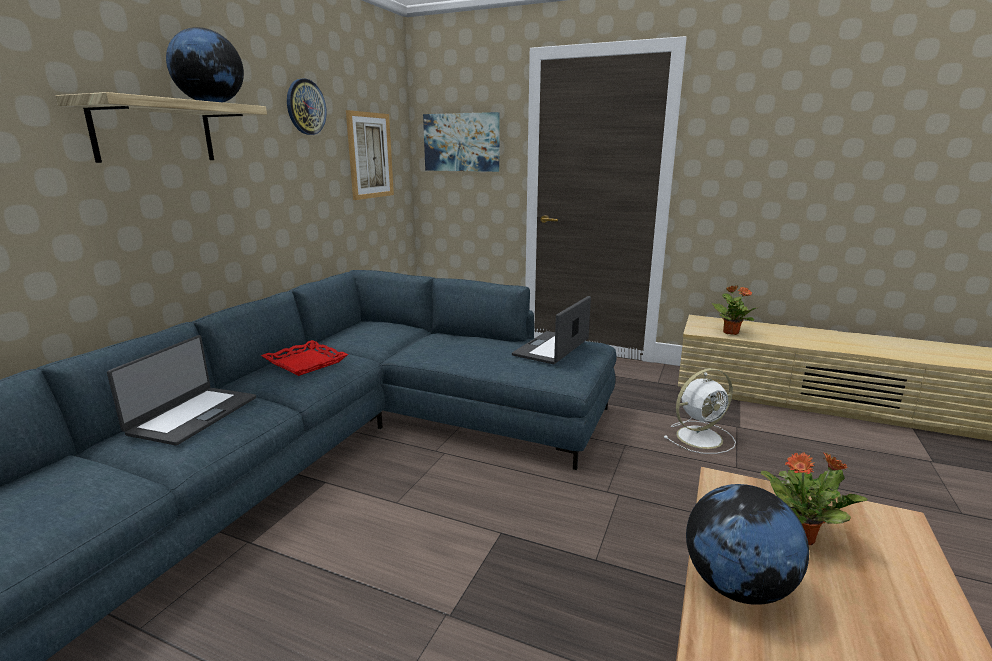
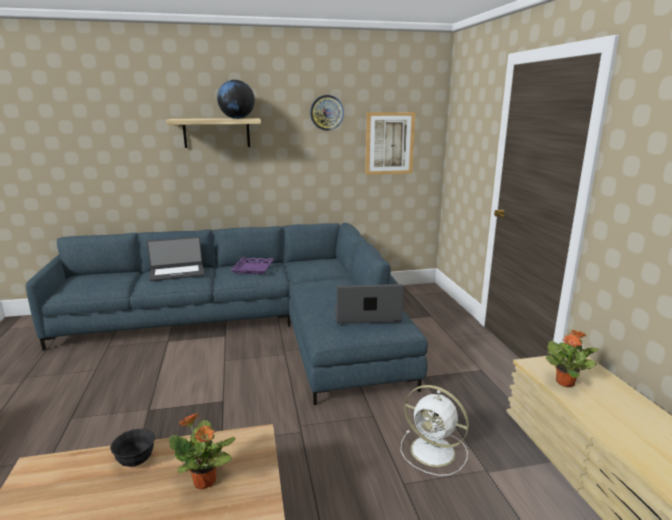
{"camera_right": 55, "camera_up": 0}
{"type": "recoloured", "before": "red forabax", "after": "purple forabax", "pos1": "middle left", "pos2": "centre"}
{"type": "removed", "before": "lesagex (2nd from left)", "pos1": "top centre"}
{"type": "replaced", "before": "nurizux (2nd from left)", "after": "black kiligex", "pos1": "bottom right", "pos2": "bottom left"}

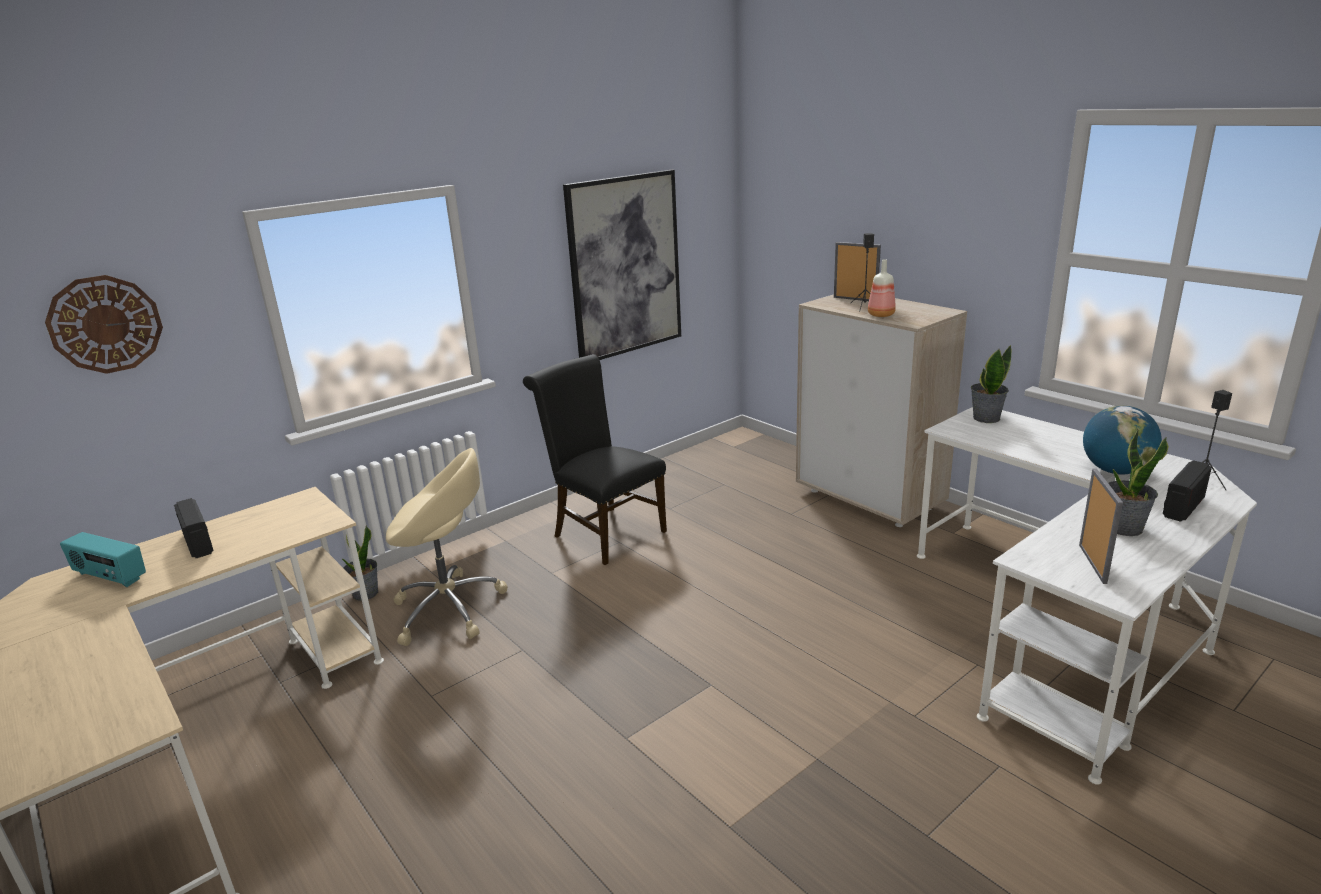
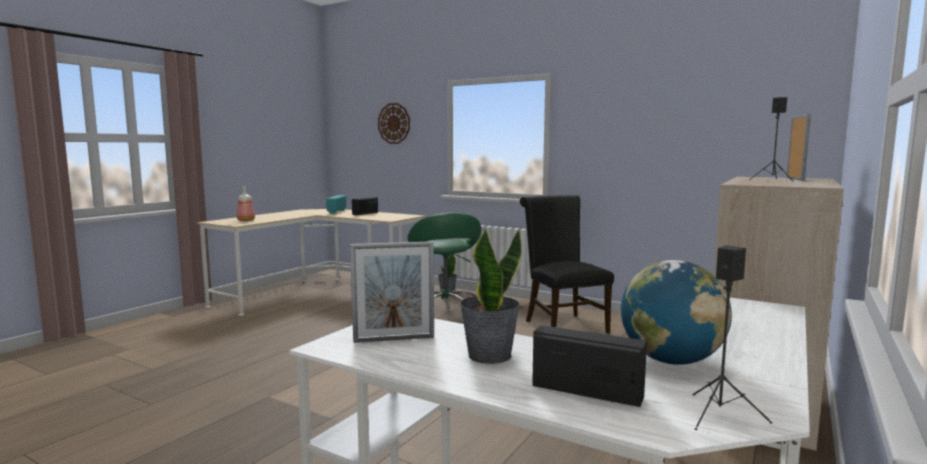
{"camera_right": 70, "camera_up": -15}
{"type": "recoloured", "before": "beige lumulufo", "after": "green lumulufo", "pos1": "centre", "pos2": "centre"}
{"type": "turned", "before": "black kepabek", "pos1": "centre", "pos2": "centre", "turn": -45}
{"type": "removed", "before": "lesagex", "pos1": "top centre"}
{"type": "moved", "before": "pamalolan", "pos1": "top right", "pos2": "middle left"}
{"type": "removed", "before": "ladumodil (2nd from left)", "pos1": "middle right"}

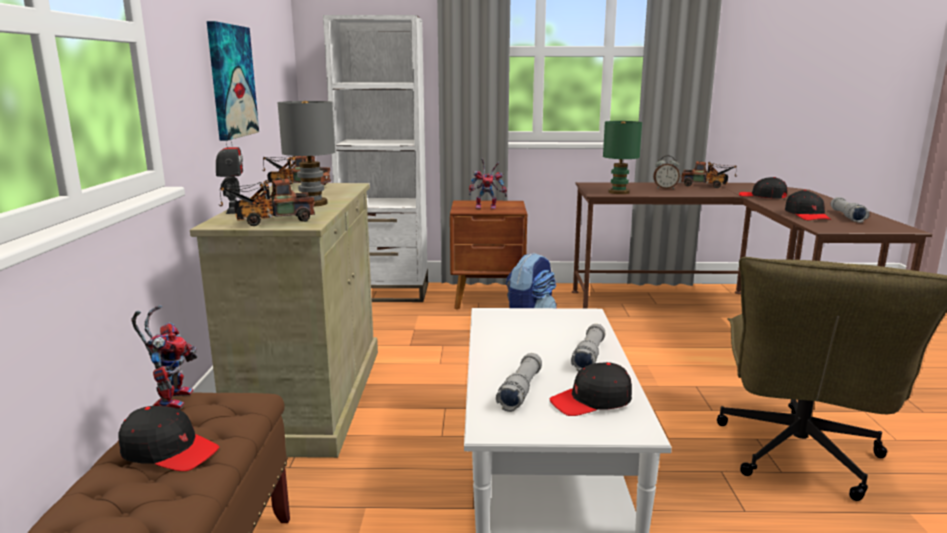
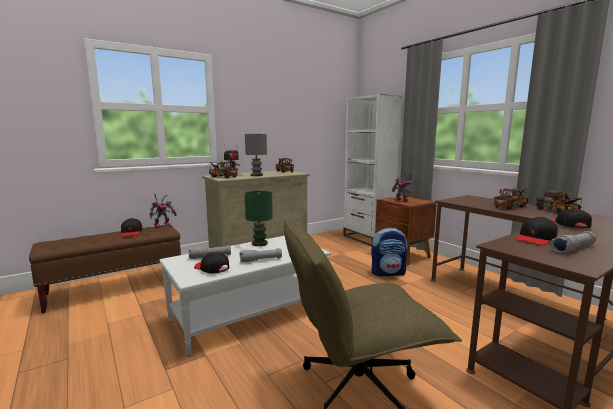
{"camera_right": 55, "camera_up": -5}
{"type": "removed", "before": "lesagex", "pos1": "top left"}
{"type": "moved", "before": "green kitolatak", "pos1": "top centre", "pos2": "centre"}
{"type": "replaced", "before": "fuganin", "after": "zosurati (3rd from left)", "pos1": "top right", "pos2": "middle right"}

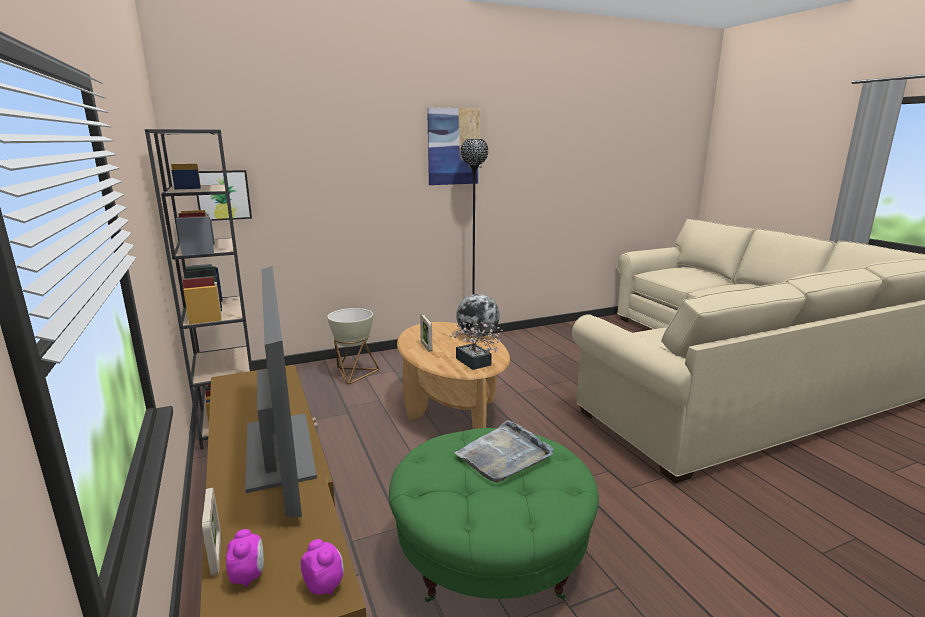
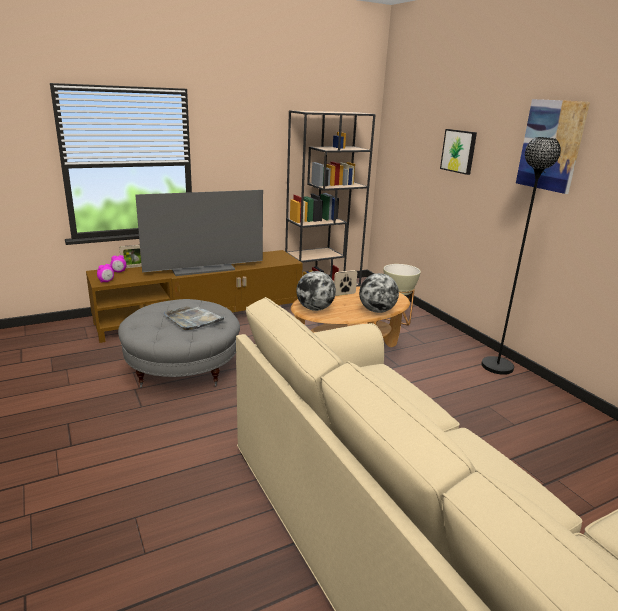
{"camera_right": 85, "camera_up": 5}
{"type": "moved", "before": "lesagex (1st from left)", "pos1": "top left", "pos2": "top right"}
{"type": "recoloured", "before": "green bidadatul", "after": "grey bidadatul", "pos1": "bottom centre", "pos2": "middle left"}
{"type": "replaced", "before": "ladumodil", "after": "nurizux (1st from left)", "pos1": "centre", "pos2": "centre"}

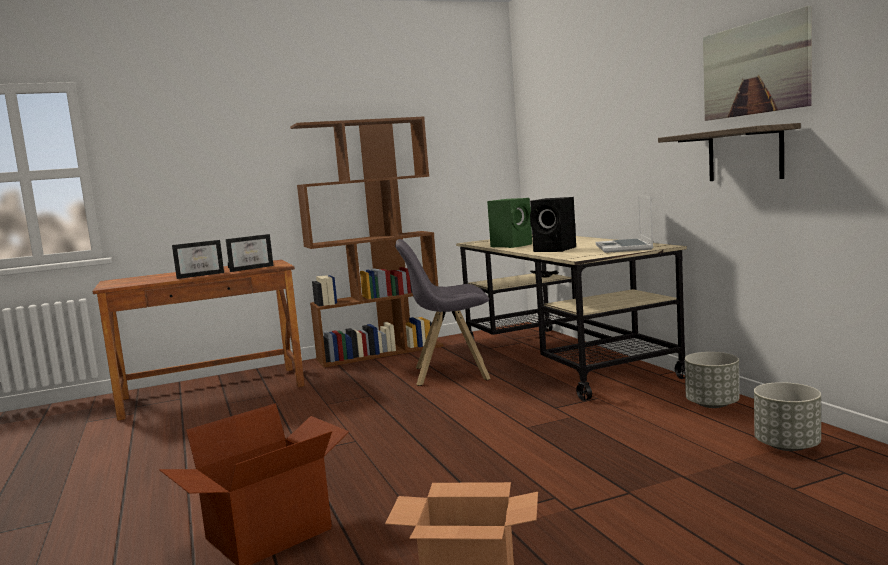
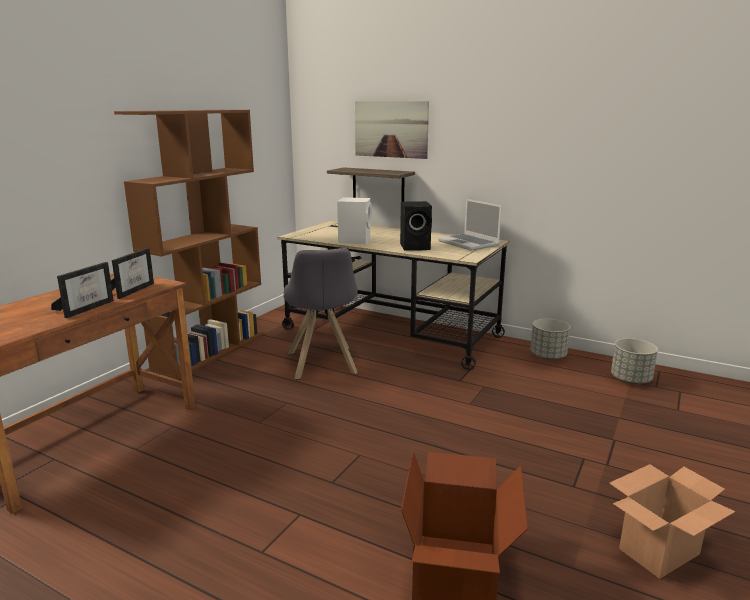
{"camera_right": -40, "camera_up": 10}
{"type": "turned", "before": "grey kepabek", "pos1": "centre", "pos2": "centre", "turn": -60}
{"type": "recoloured", "before": "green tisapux", "after": "white tisapux", "pos1": "centre", "pos2": "centre"}
{"type": "moved", "before": "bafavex", "pos1": "top right", "pos2": "top centre"}
{"type": "moved", "before": "lesagex", "pos1": "top right", "pos2": "top centre"}

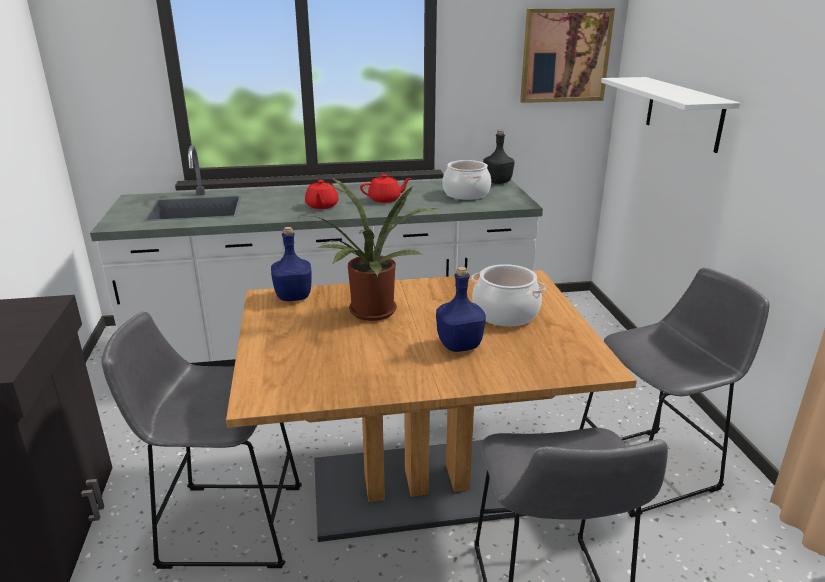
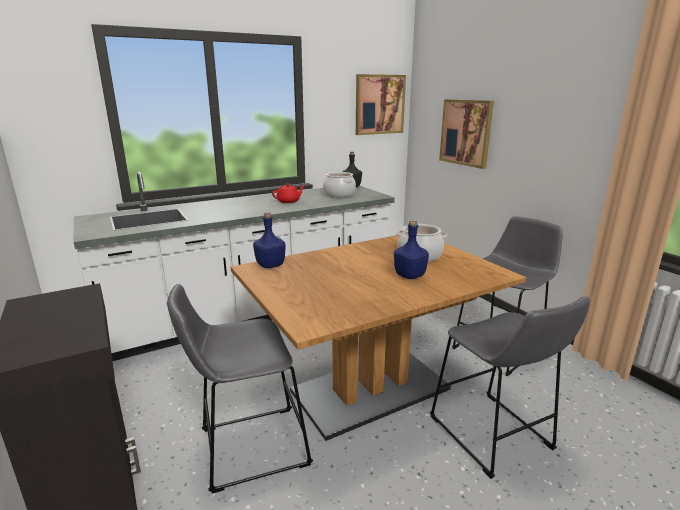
{"camera_right": -20, "camera_up": -5}
{"type": "removed", "before": "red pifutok (1st from left)", "pos1": "centre"}
{"type": "removed", "before": "ladumodil", "pos1": "centre"}
{"type": "replaced", "before": "white bafavex", "after": "lesagex (2nd from left)", "pos1": "top right", "pos2": "top right"}

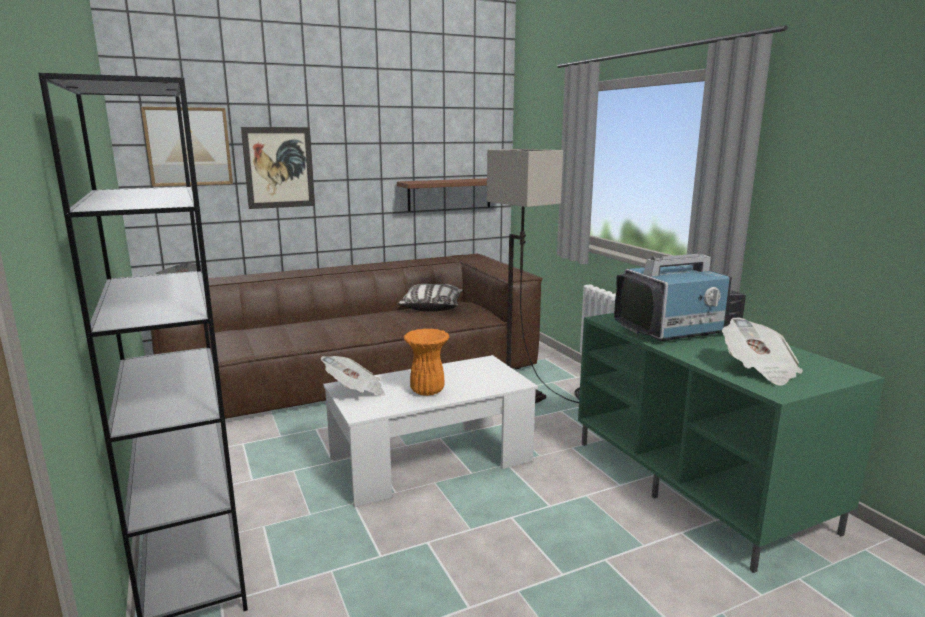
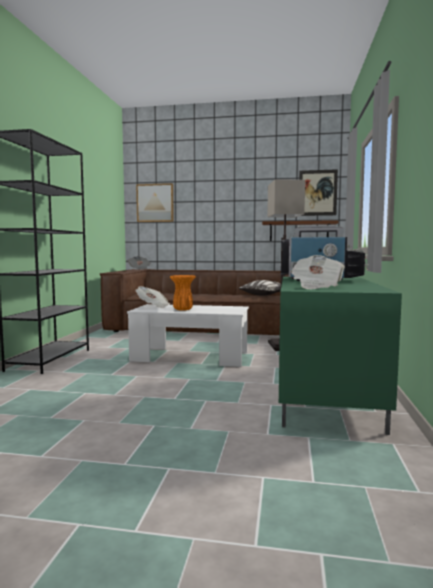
{"camera_right": 35, "camera_up": -10}
{"type": "moved", "before": "lesagex (2nd from left)", "pos1": "top left", "pos2": "top right"}

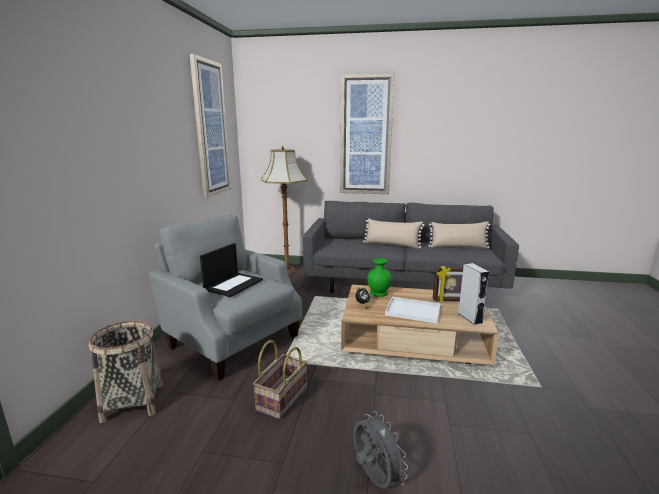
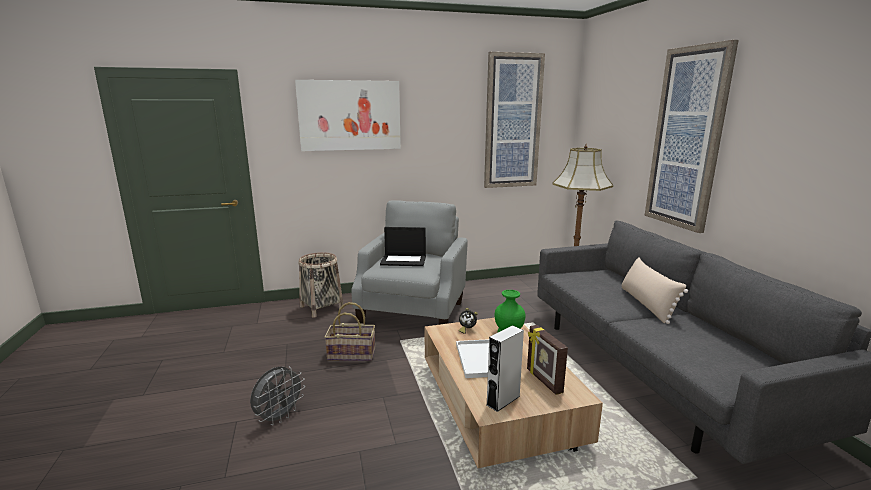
{"camera_right": 65, "camera_up": 0}
{"type": "removed", "before": "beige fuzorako (2nd from left)", "pos1": "middle right"}
{"type": "added", "after": "lesagex (1st from left)", "pos2": "top centre"}

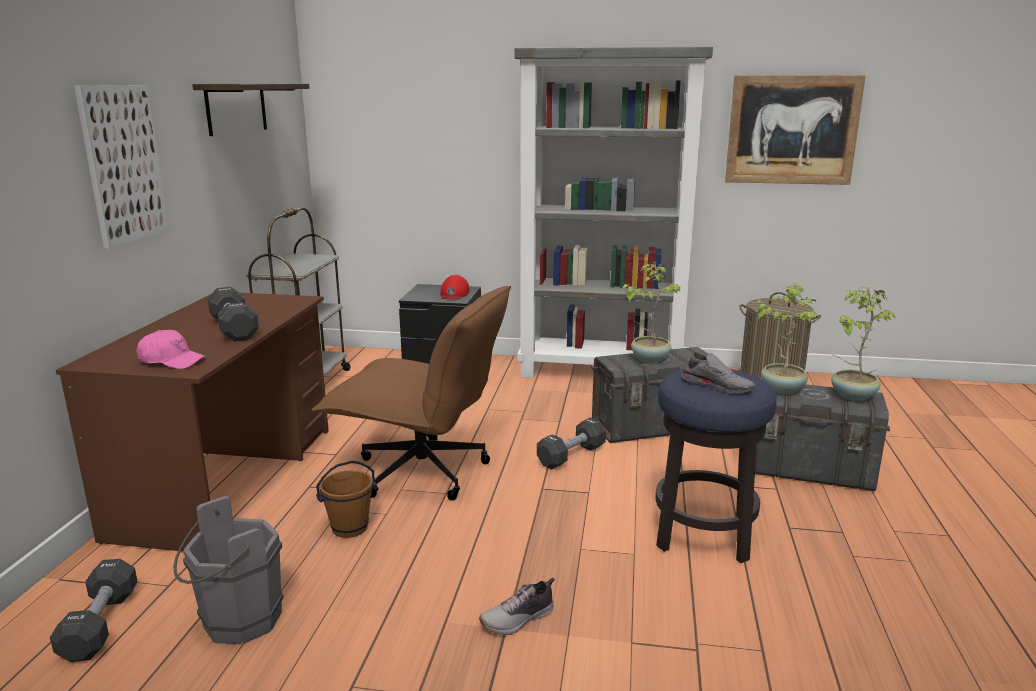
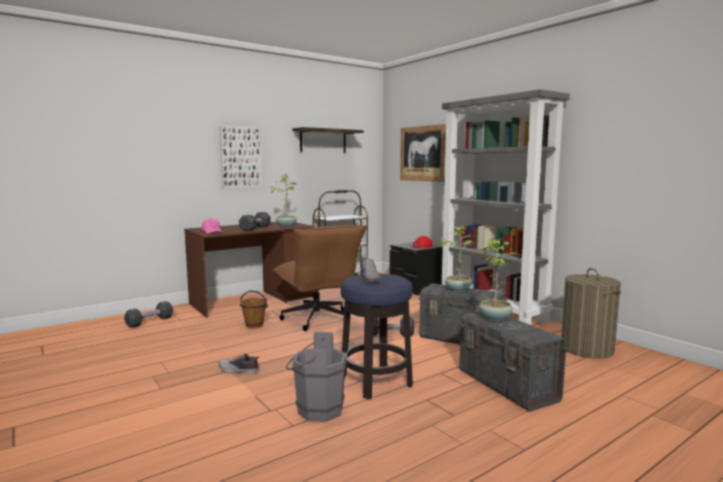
{"camera_right": 45, "camera_up": -10}
{"type": "moved", "before": "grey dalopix", "pos1": "bottom left", "pos2": "bottom centre"}
{"type": "moved", "before": "lesagex (2nd from left)", "pos1": "top right", "pos2": "top centre"}
{"type": "moved", "before": "ladumodil (3rd from left in the first image)", "after": "ladumodil (1st from left)", "pos1": "middle right", "pos2": "centre"}

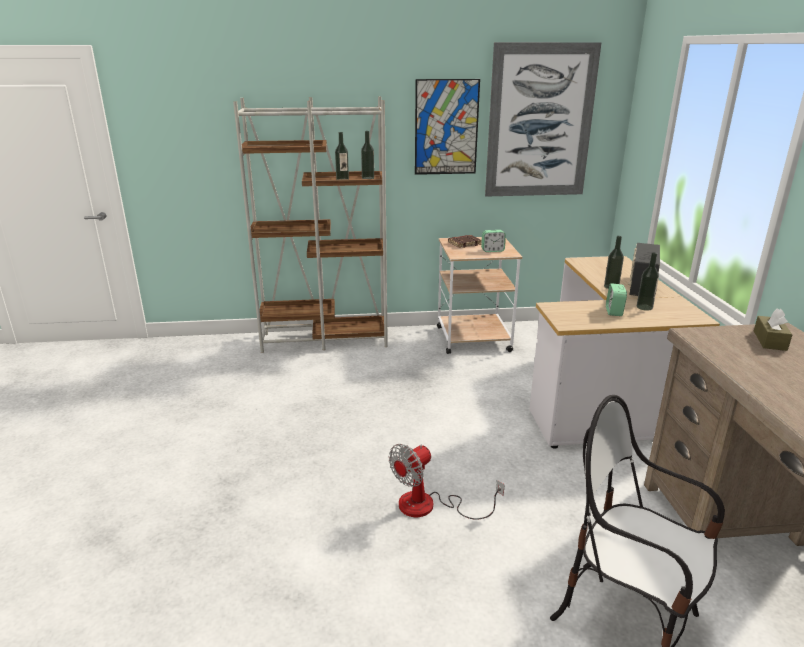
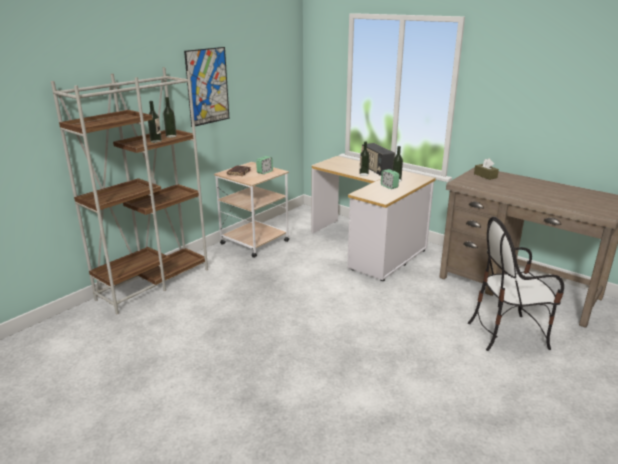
{"camera_right": -45, "camera_up": 0}
{"type": "removed", "before": "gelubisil", "pos1": "bottom centre"}
{"type": "removed", "before": "lesagex (2nd from left)", "pos1": "top right"}

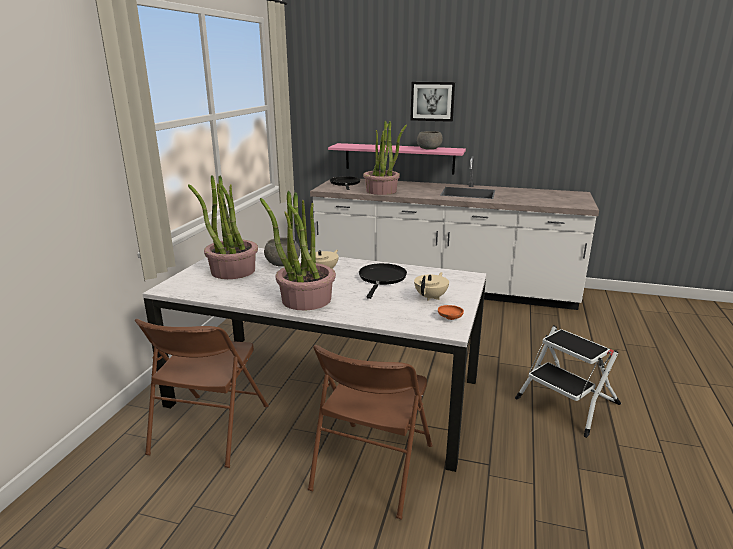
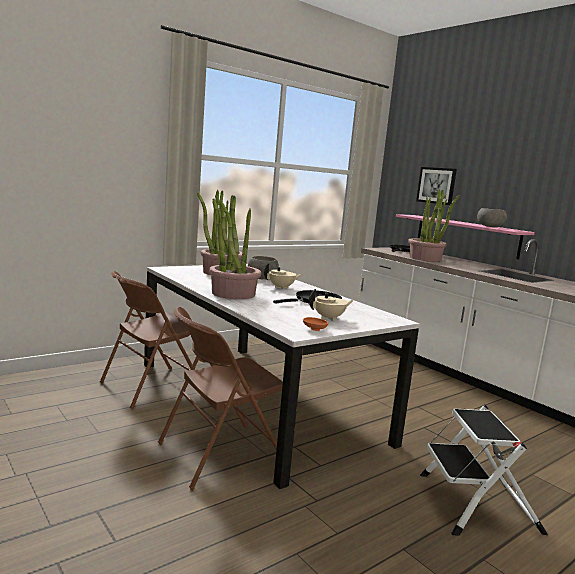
{"camera_right": 35, "camera_up": -10}
{"type": "moved", "before": "lesagex", "pos1": "top centre", "pos2": "top right"}

